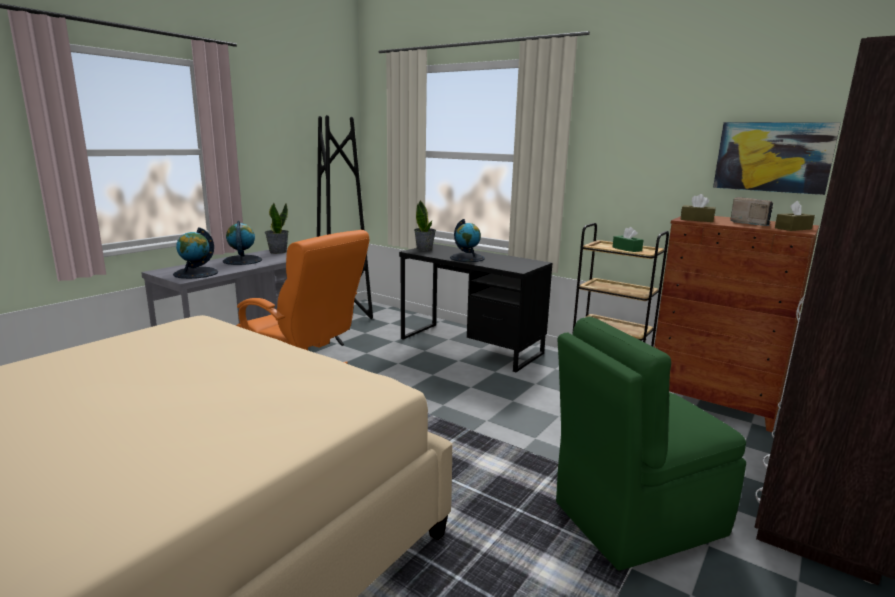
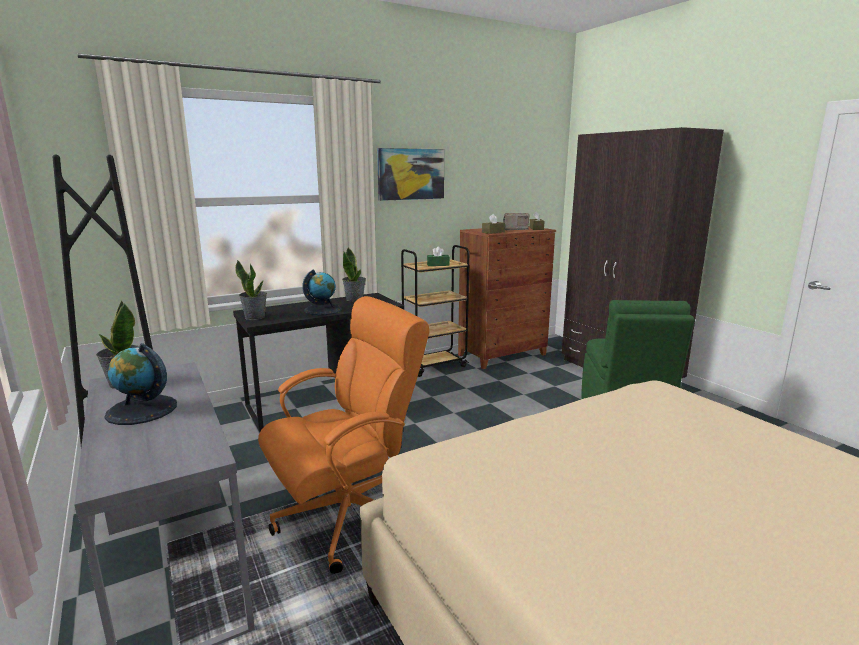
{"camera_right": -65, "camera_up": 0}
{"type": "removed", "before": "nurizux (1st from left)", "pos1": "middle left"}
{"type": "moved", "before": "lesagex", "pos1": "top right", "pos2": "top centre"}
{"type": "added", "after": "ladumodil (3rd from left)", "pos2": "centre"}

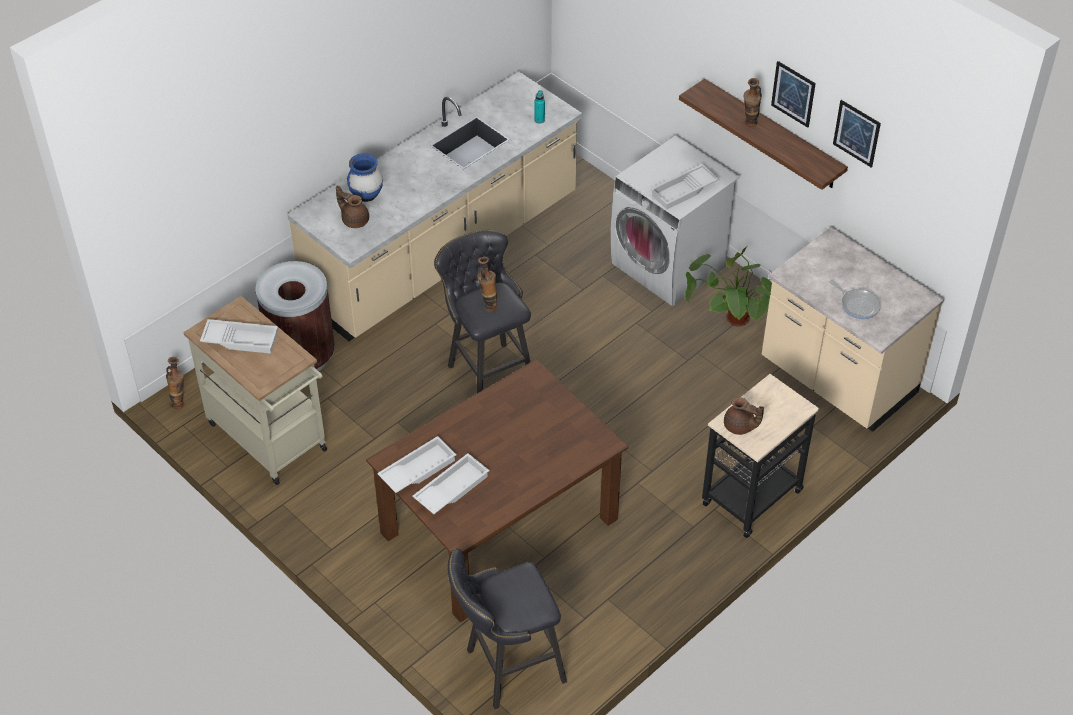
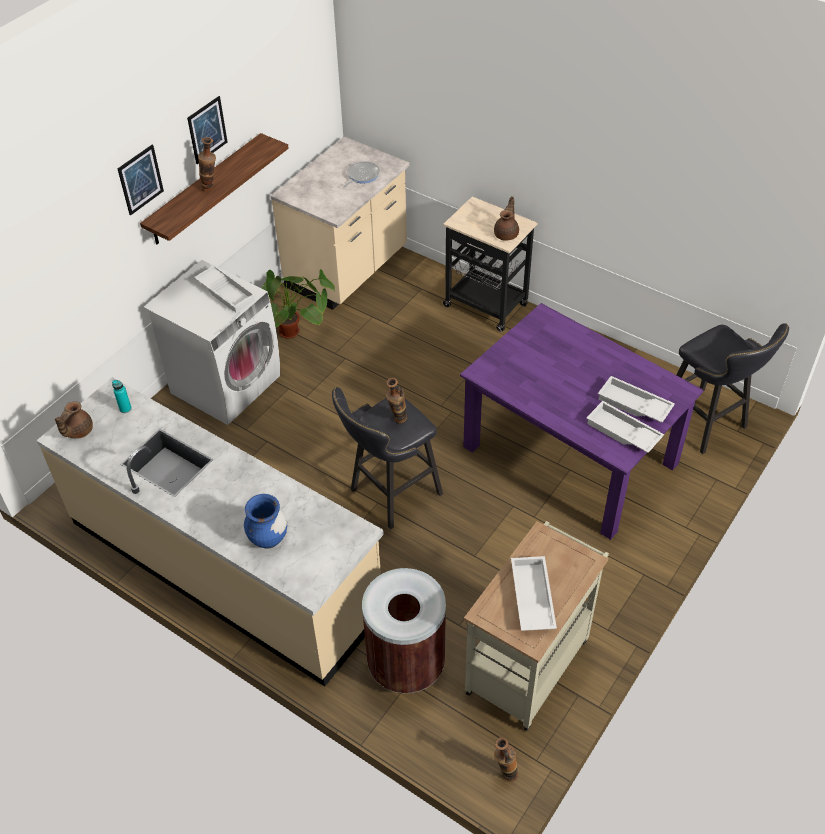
{"camera_right": -100, "camera_up": 0}
{"type": "moved", "before": "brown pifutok (1st from left)", "pos1": "top left", "pos2": "middle left"}
{"type": "recoloured", "before": "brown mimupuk", "after": "purple mimupuk", "pos1": "bottom centre", "pos2": "middle right"}
{"type": "moved", "before": "lesagex (2nd from left in the first image)", "after": "lesagex (1st from left)", "pos1": "top right", "pos2": "top left"}

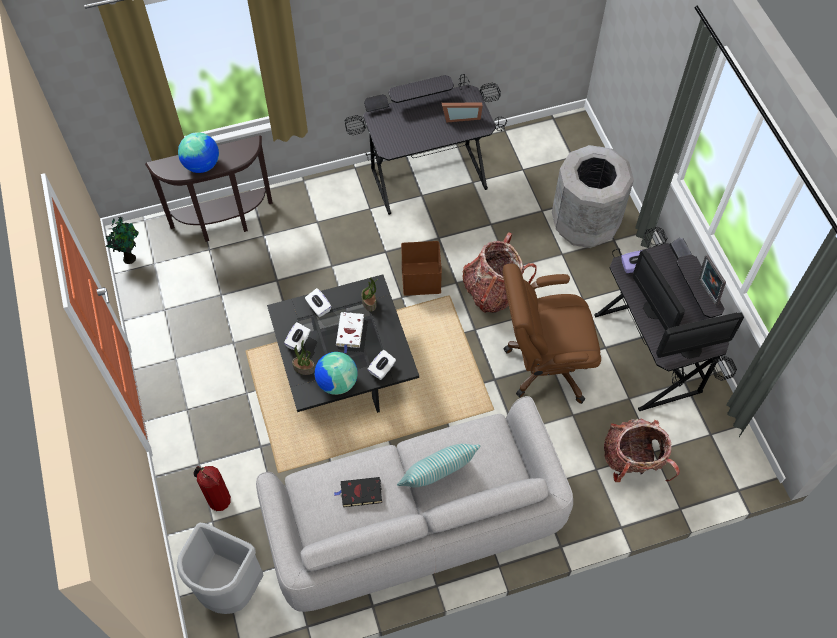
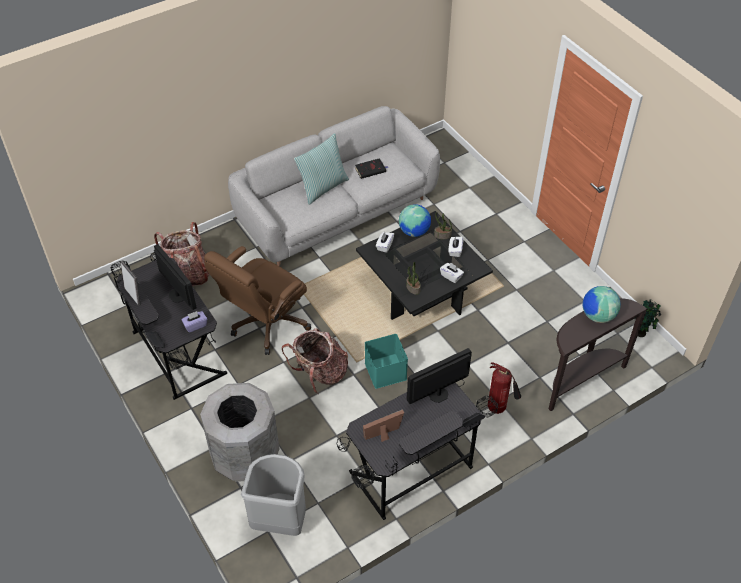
{"camera_right": 165, "camera_up": -10}
{"type": "moved", "before": "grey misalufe (1st from left in the first image)", "after": "grey misalufe (2nd from left)", "pos1": "bottom left", "pos2": "bottom centre"}
{"type": "moved", "before": "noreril", "pos1": "bottom left", "pos2": "middle right"}
{"type": "removed", "before": "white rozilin", "pos1": "centre"}
{"type": "recoloured", "before": "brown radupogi", "after": "turquoise radupogi", "pos1": "centre", "pos2": "centre"}
{"type": "turned", "before": "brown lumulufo", "pos1": "centre", "pos2": "centre", "turn": 150}
{"type": "moved", "before": "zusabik (2nd from left)", "pos1": "middle right", "pos2": "centre"}

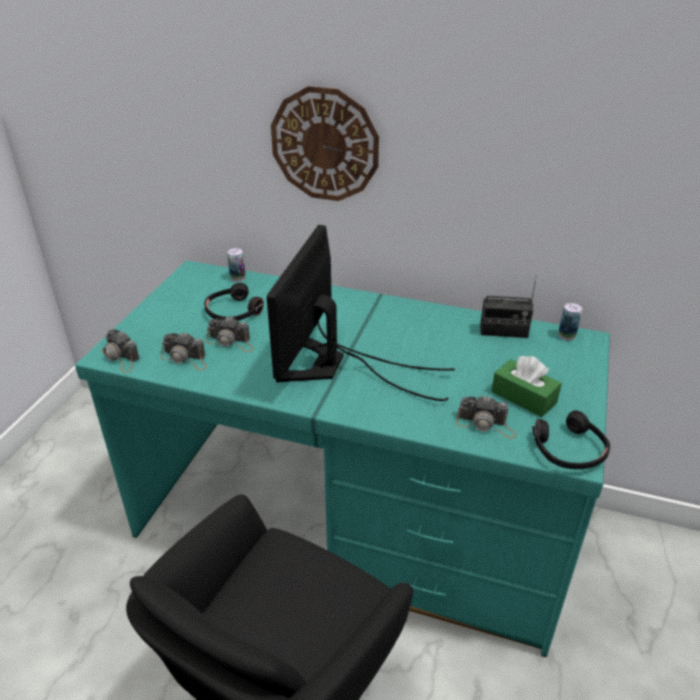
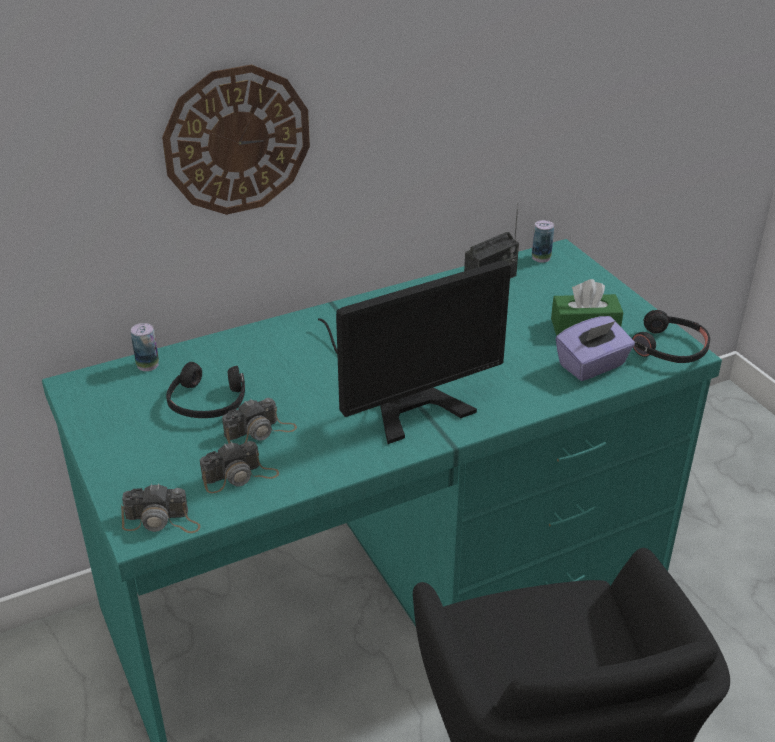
{"camera_right": -45, "camera_up": 0}
{"type": "turned", "before": "zusabik", "pos1": "centre", "pos2": "centre", "turn": -90}
{"type": "replaced", "before": "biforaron (4th from left)", "after": "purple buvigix", "pos1": "middle right", "pos2": "middle right"}

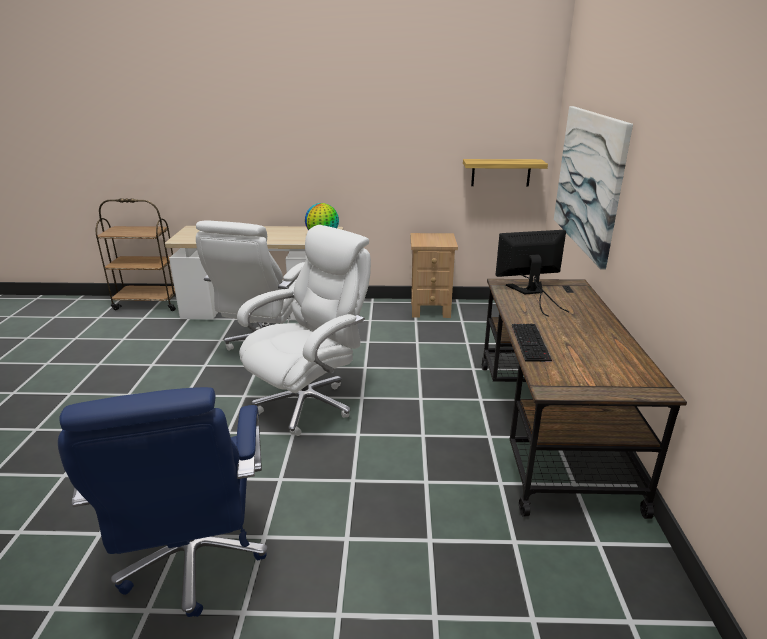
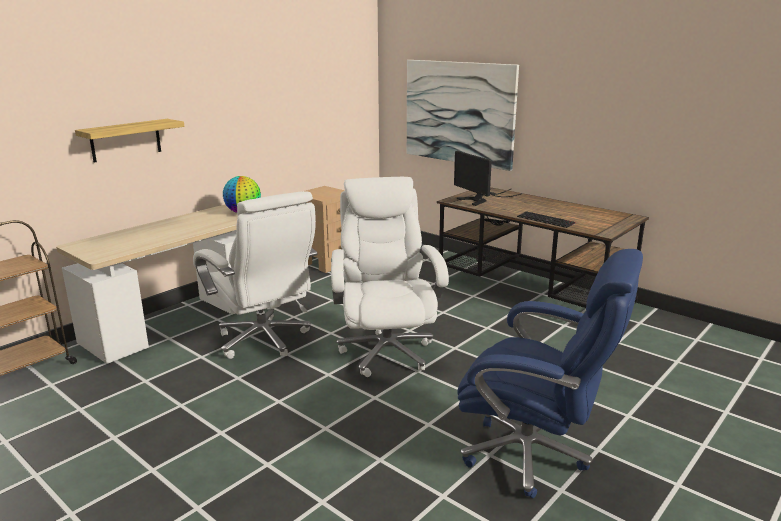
{"camera_right": -50, "camera_up": -5}
{"type": "moved", "before": "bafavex", "pos1": "top centre", "pos2": "top left"}
{"type": "turned", "before": "zusabik", "pos1": "middle right", "pos2": "centre", "turn": -60}

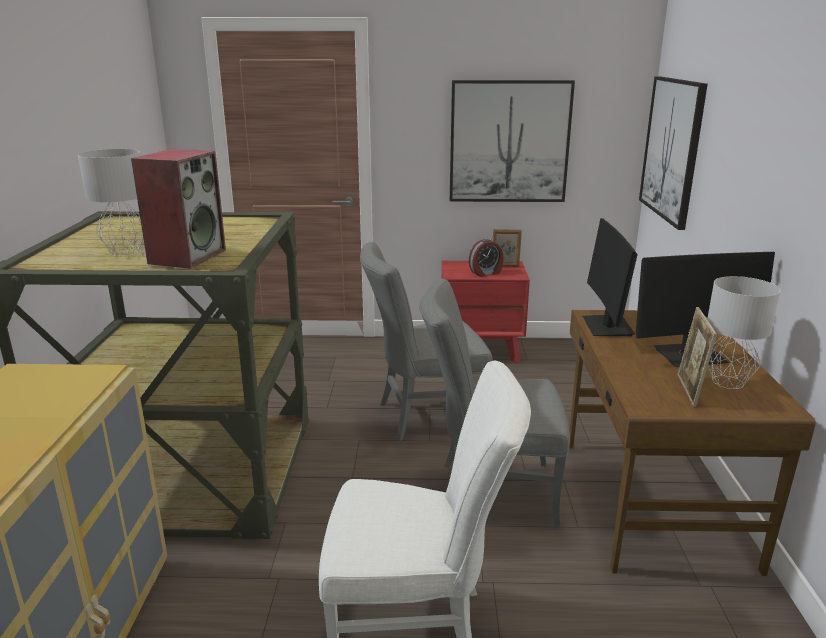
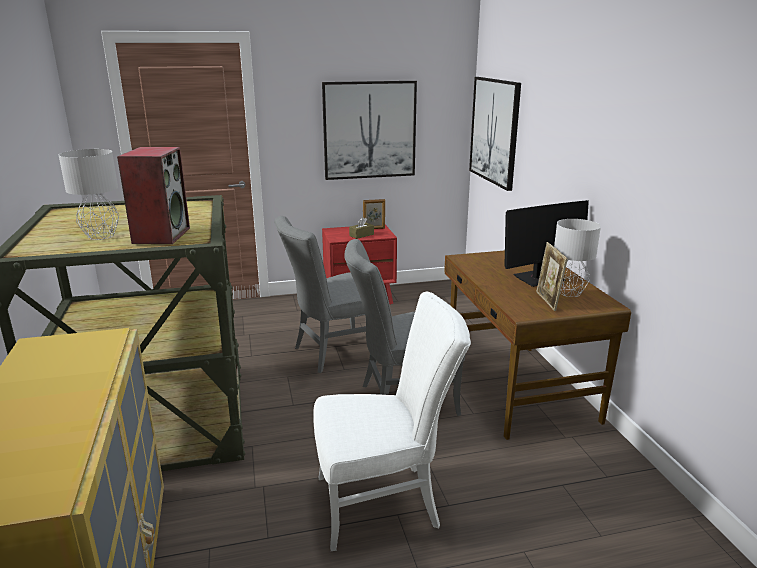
{"camera_right": -15, "camera_up": 0}
{"type": "replaced", "before": "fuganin", "after": "brown buvigix", "pos1": "centre", "pos2": "centre"}
{"type": "removed", "before": "zusabik (1st from left)", "pos1": "middle right"}

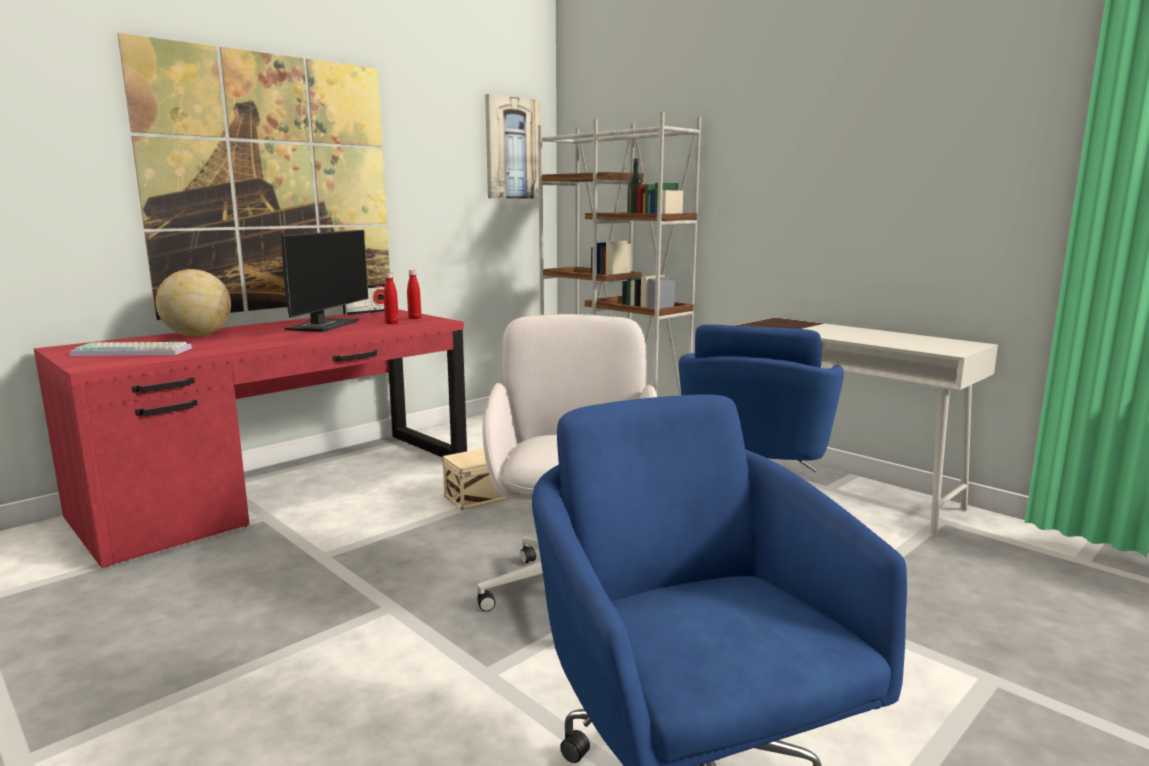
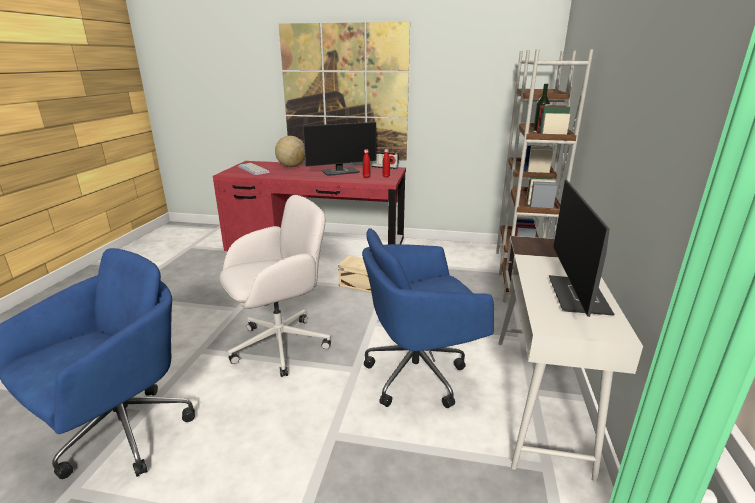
{"camera_right": 55, "camera_up": 10}
{"type": "removed", "before": "lesagex (2nd from left)", "pos1": "top centre"}
{"type": "added", "after": "zusabik (2nd from left)", "pos2": "middle right"}

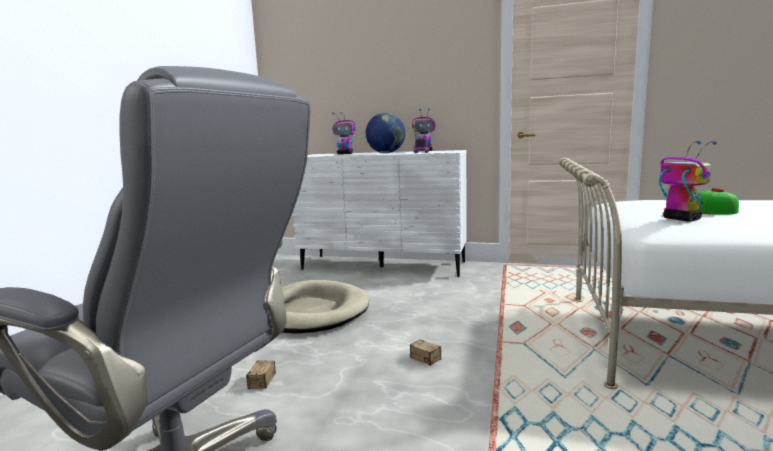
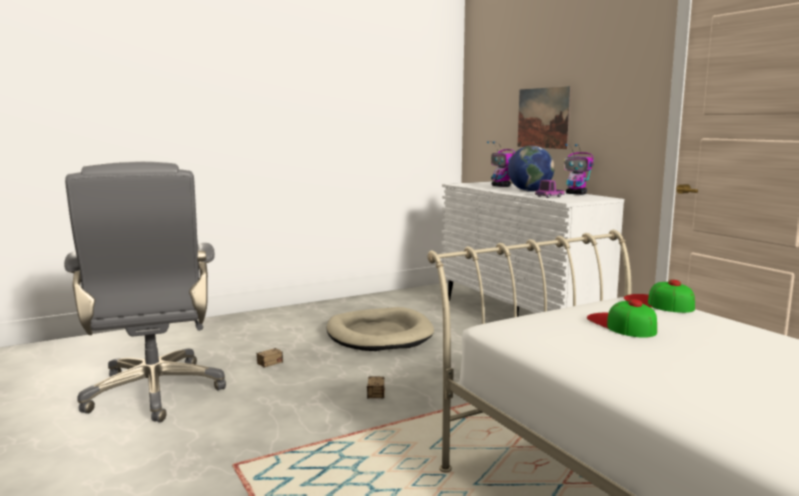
{"camera_right": 45, "camera_up": 0}
{"type": "removed", "before": "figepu (3rd from left)", "pos1": "middle right"}
{"type": "added", "after": "lesagex", "pos2": "top right"}
{"type": "added", "after": "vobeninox (2nd from left)", "pos2": "middle right"}

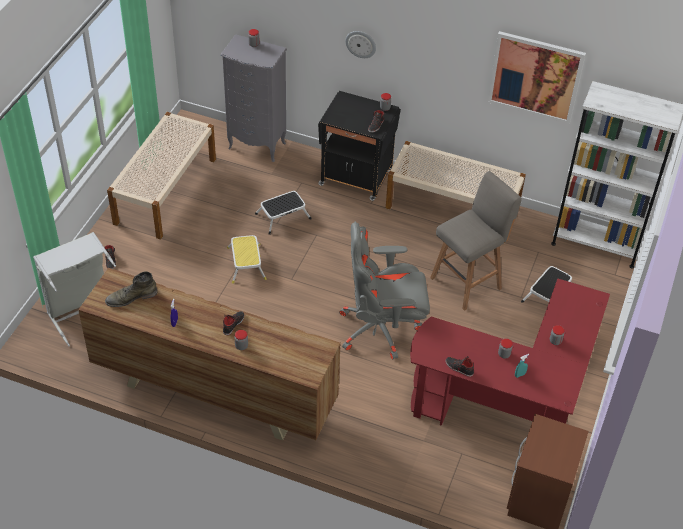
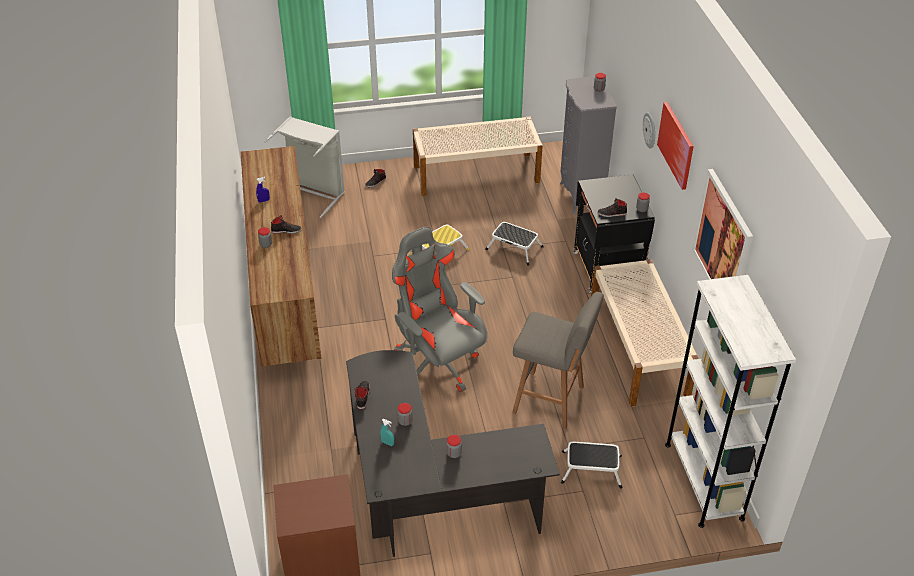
{"camera_right": 60, "camera_up": -5}
{"type": "removed", "before": "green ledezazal", "pos1": "middle left"}
{"type": "recoloured", "before": "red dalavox", "after": "black dalavox", "pos1": "middle right", "pos2": "bottom centre"}
{"type": "added", "after": "lesagex (1st from left)", "pos2": "top right"}

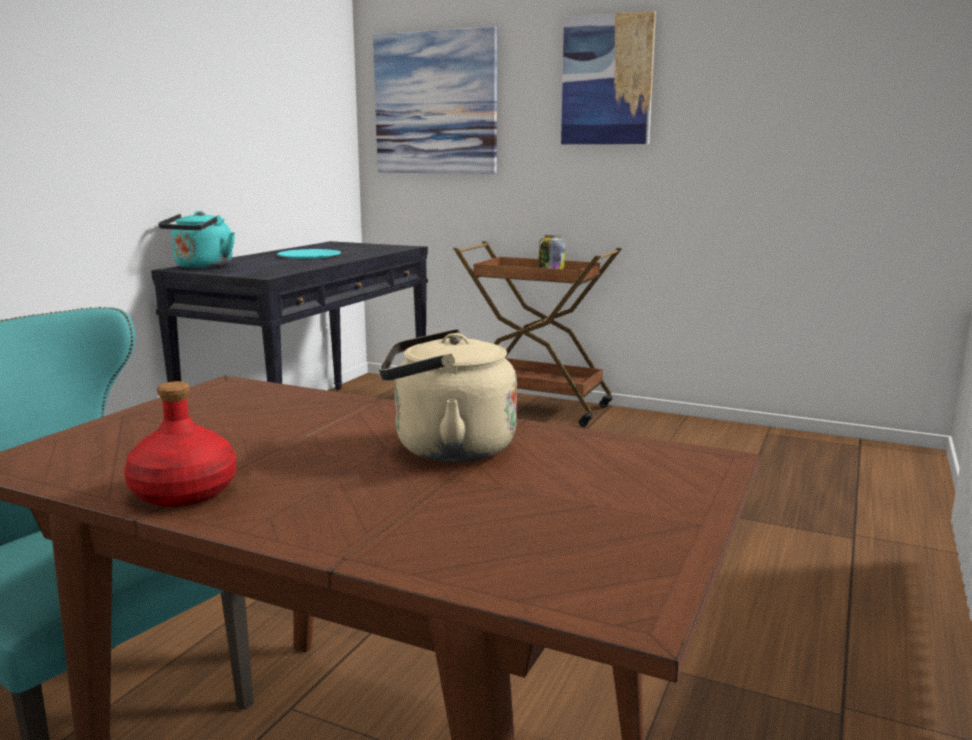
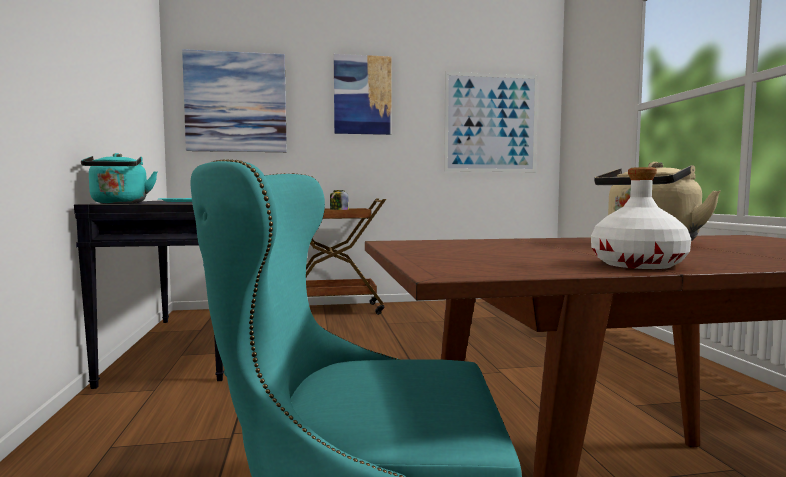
{"camera_right": -35, "camera_up": -10}
{"type": "recoloured", "before": "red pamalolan", "after": "white pamalolan", "pos1": "middle left", "pos2": "middle right"}
{"type": "added", "after": "lesagex (3rd from left)", "pos2": "top centre"}

